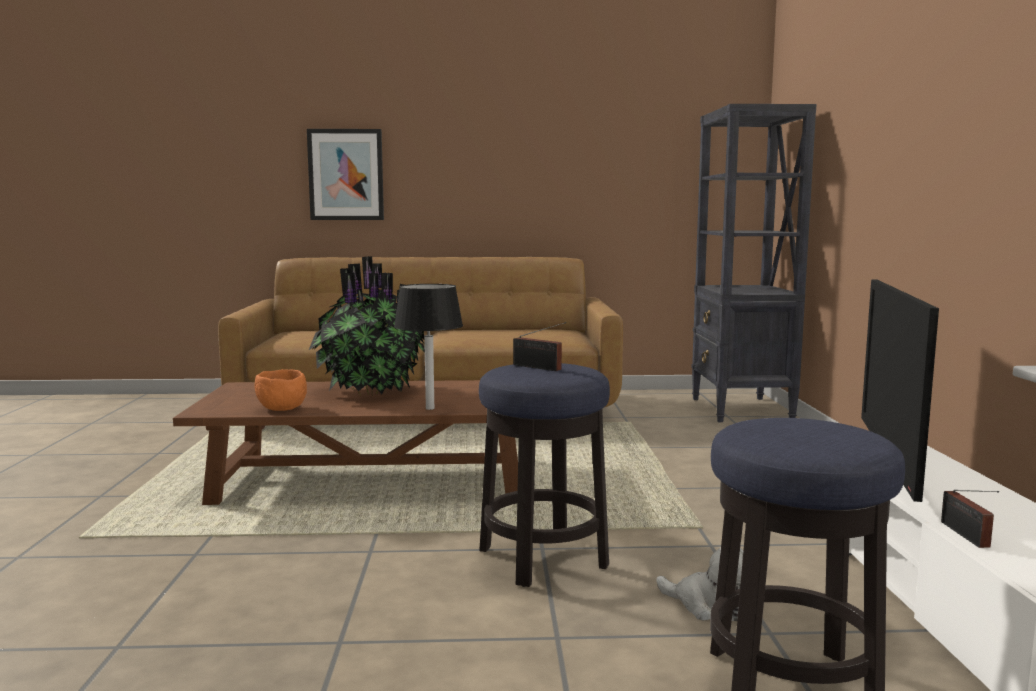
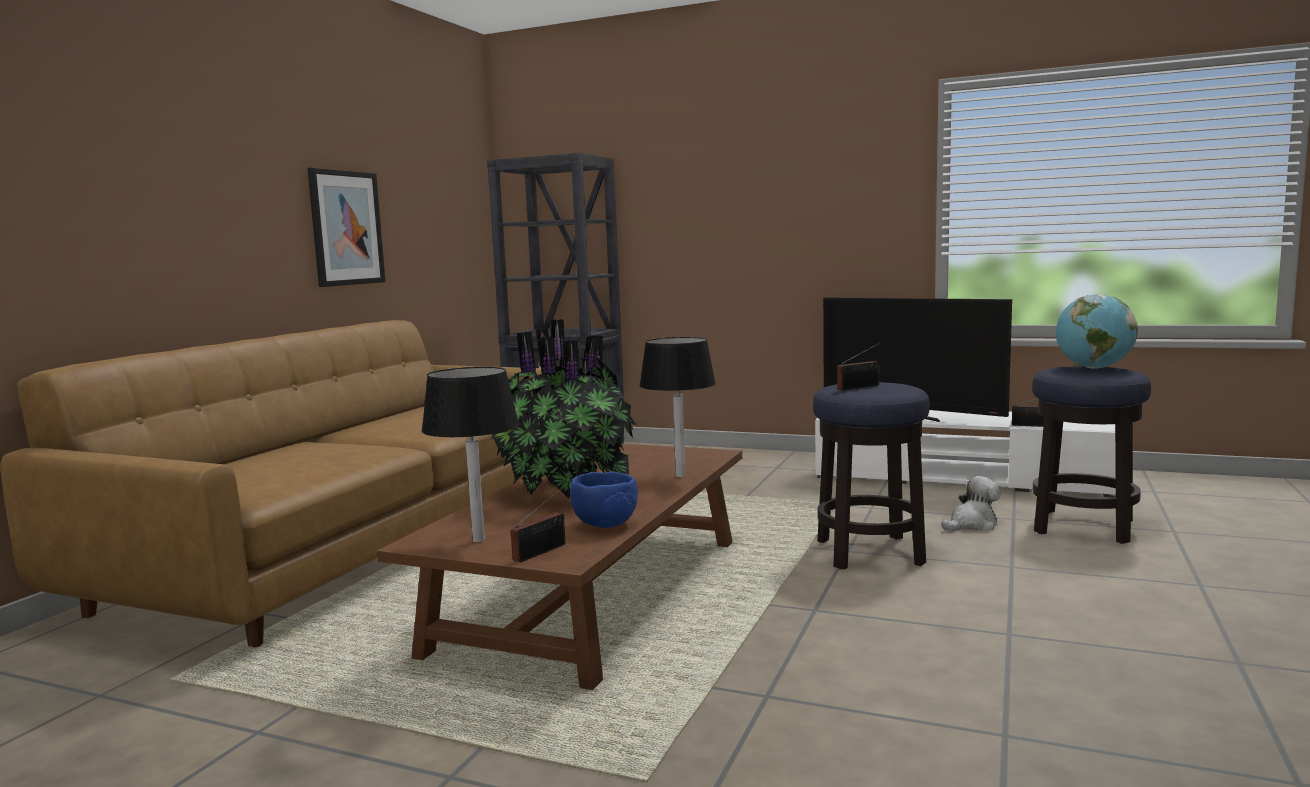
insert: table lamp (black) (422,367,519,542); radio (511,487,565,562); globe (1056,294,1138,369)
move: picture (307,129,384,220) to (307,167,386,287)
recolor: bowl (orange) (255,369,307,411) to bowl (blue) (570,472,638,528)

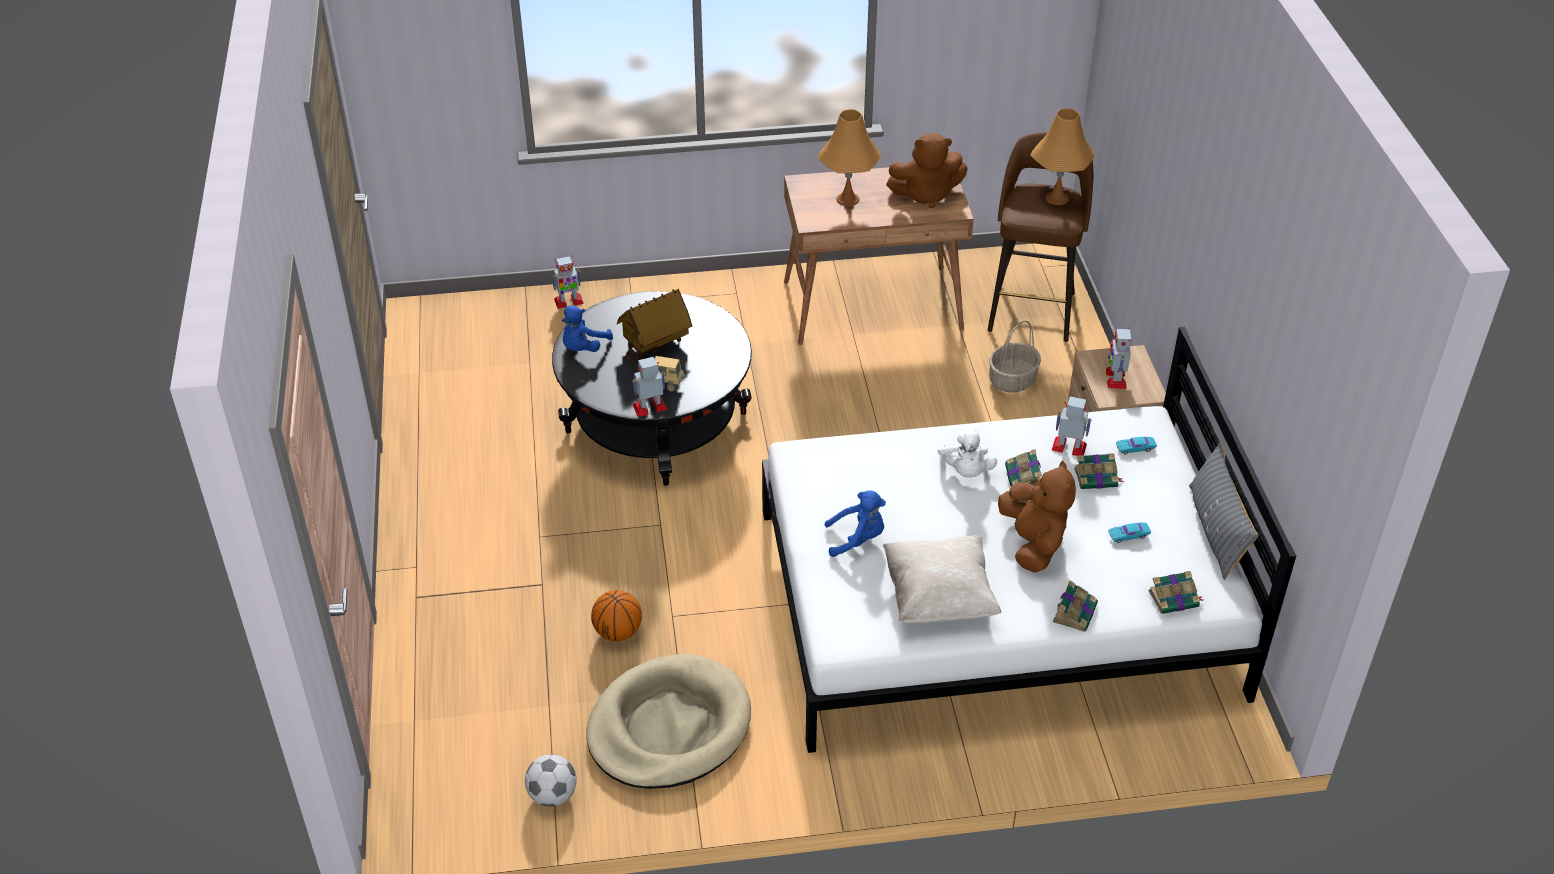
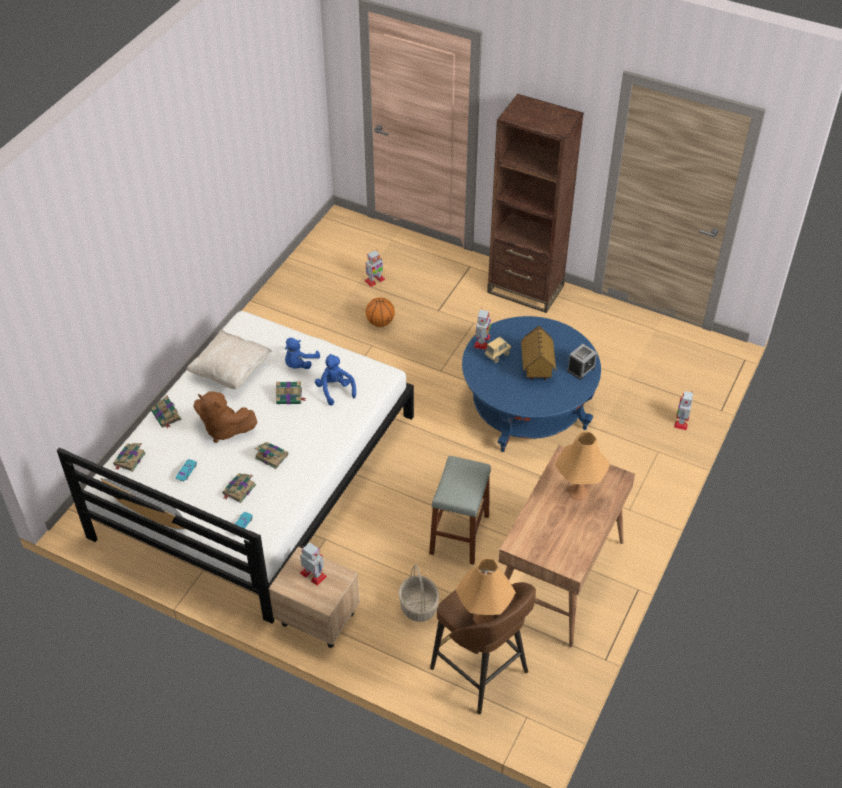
delete: football (525,754,577,807); dog bed (beige) (586,654,751,789); plush toy (brown) (886,133,968,209); plush toy (white) (938,429,997,478)
insert: book (276,381,306,404); stool (grey) (429,456,491,565); bookcase (brown) (487,94,584,313); alarm clock (567,344,597,380)
move: plush toy (blue) (562,305,613,352) to (315,354,356,406); toy robot (1052,396,1092,456) to (365,251,386,287)
recolor: coffee table (black) (552,291,752,486) to coffee table (blue) (462,316,601,452)

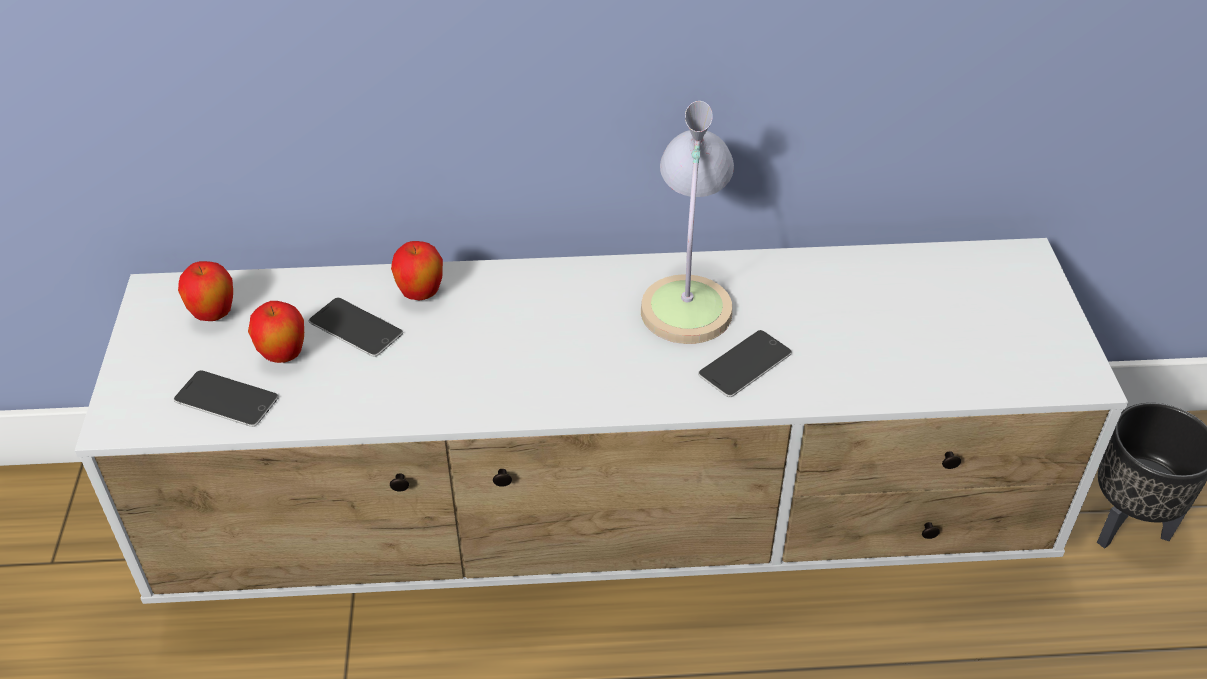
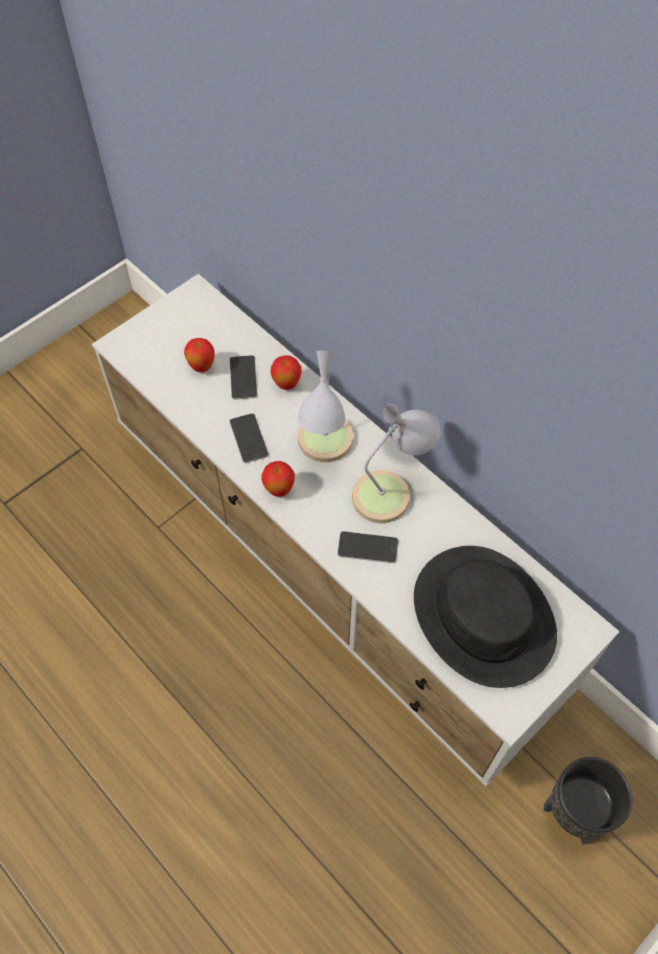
insert: table lamp (298,351,354,462); hat (black) (414,546,557,688)
move: phone (173,370,279,427) to (229,413,269,463); apple (178,261,233,321) to (262,461,295,497)

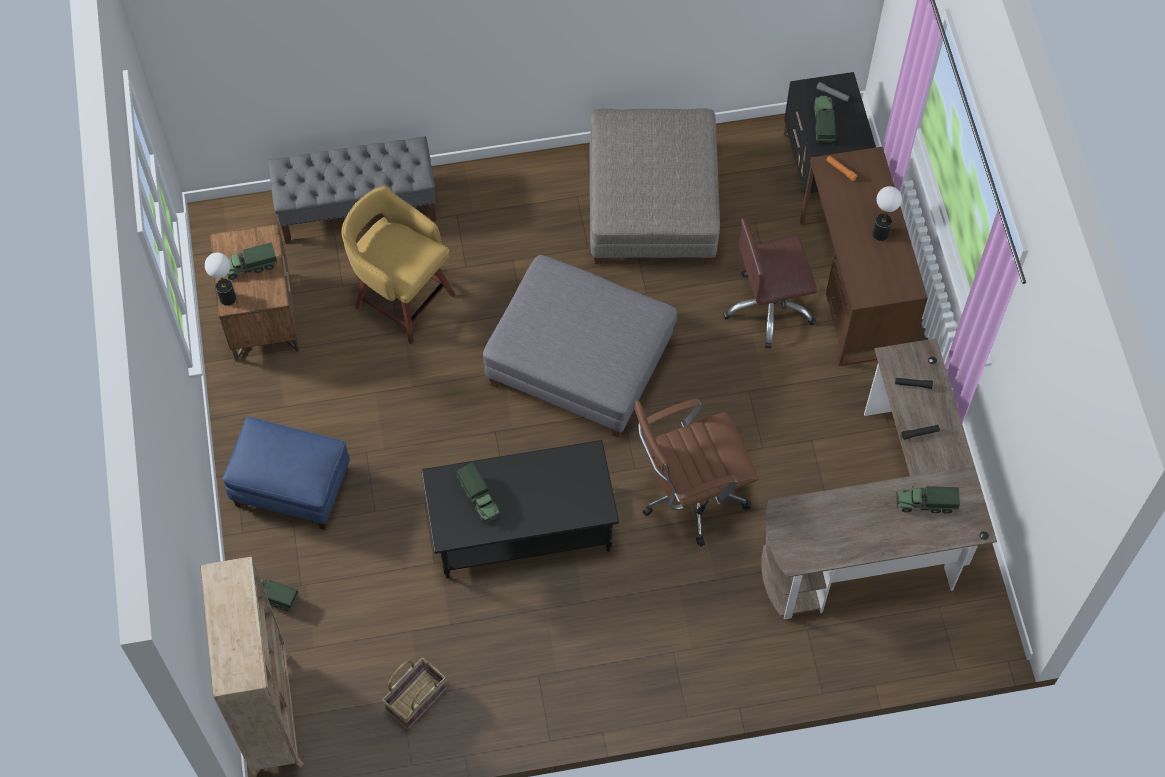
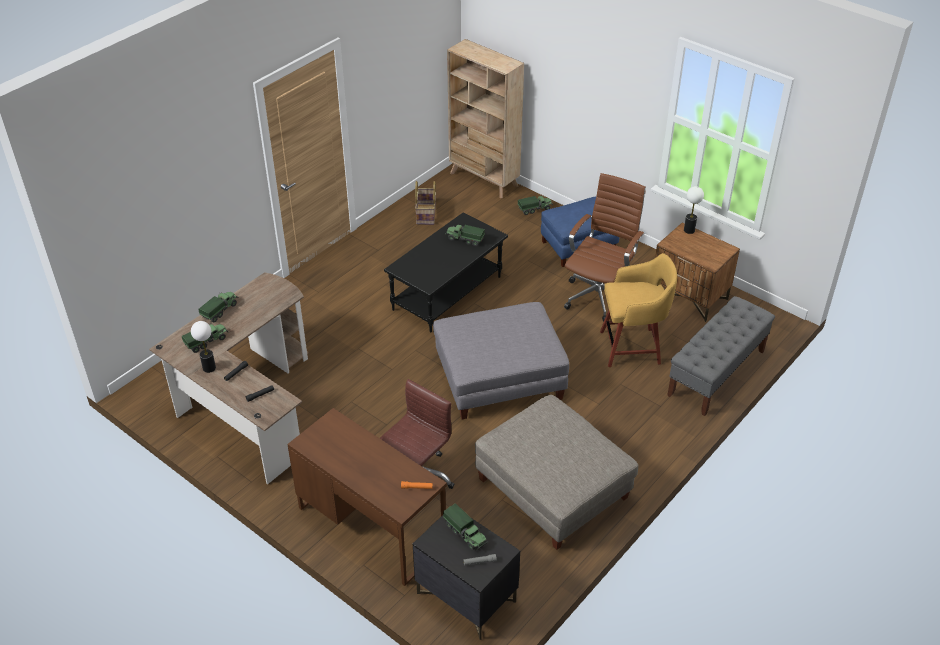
move: toy truck (227,242,277,280) to (199,292,238,323); office chair (brown) (634,398,758,547) to (564,173,646,322); table lamp (872,186,902,241) to (191,321,216,373)

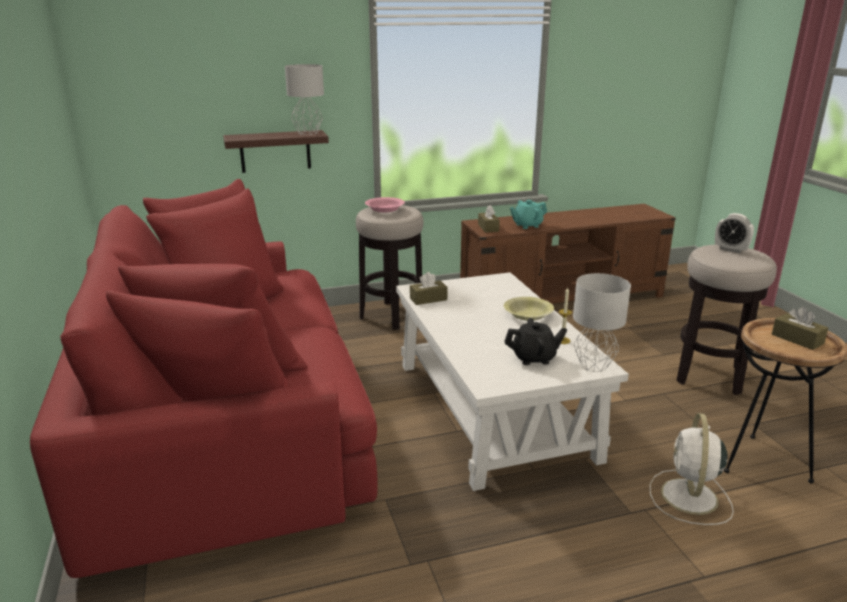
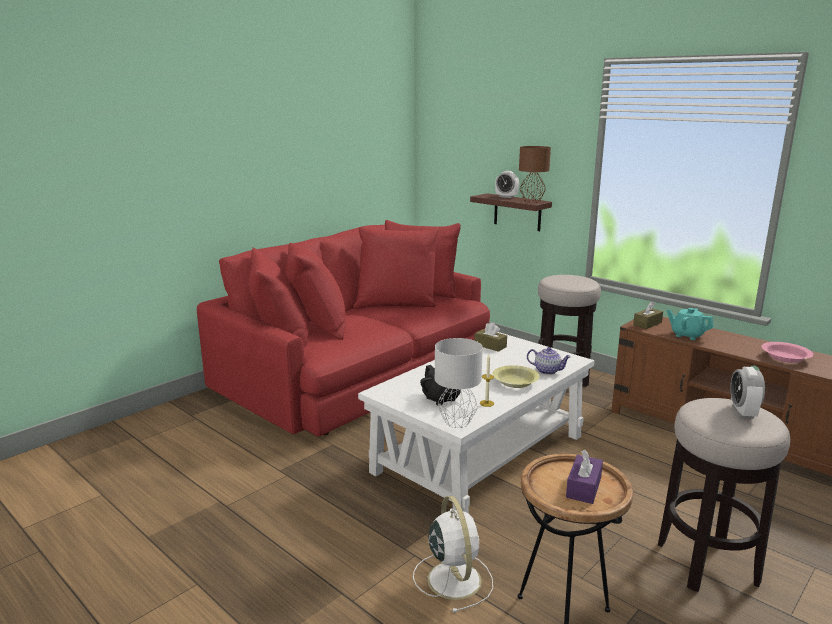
insert: alarm clock (495,171,519,198); teapot (527,347,571,375)
move: bowl (pink) (365,197,405,212) to (762,342,813,363)
recolor: table lamp (grey) (285,64,324,135) to table lamp (brown) (519,146,551,203); tissue box (brown) (772,307,828,350) to tissue box (purple) (566,450,603,504)
rotate: fan (white) (650,413,734,525) = (413,496,493,613) 90 degrees clockwise

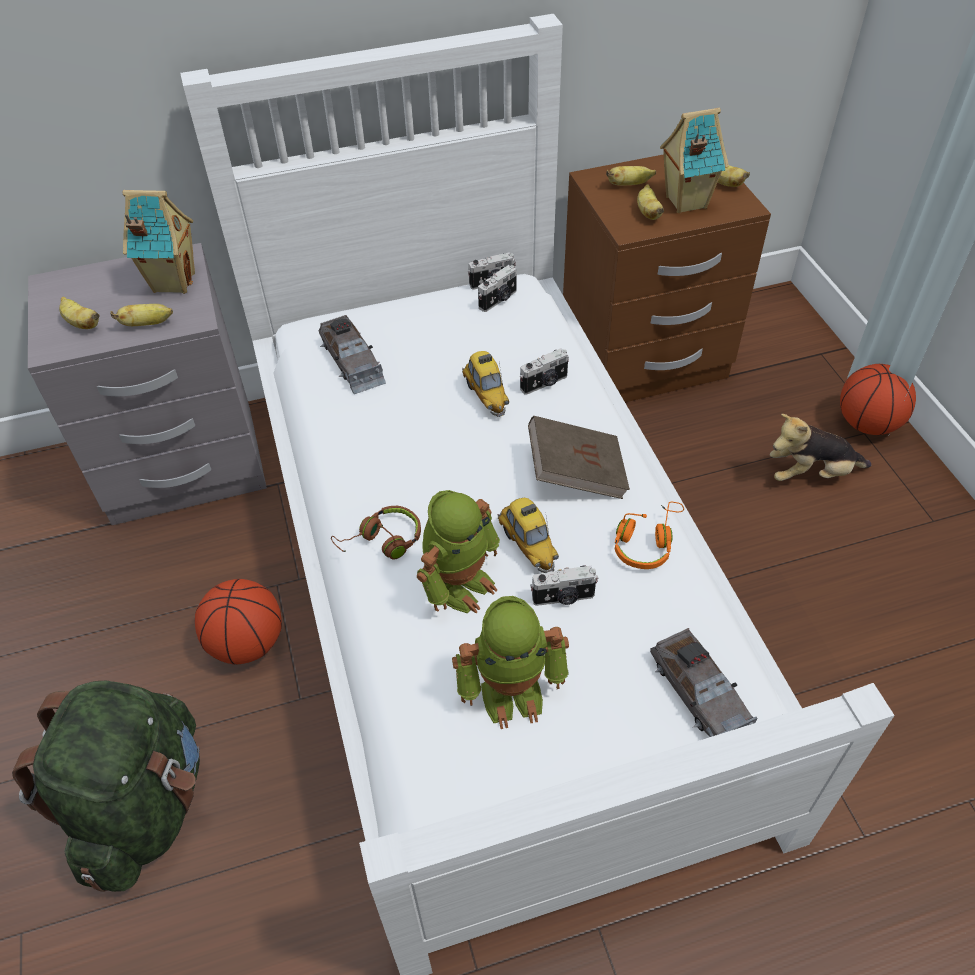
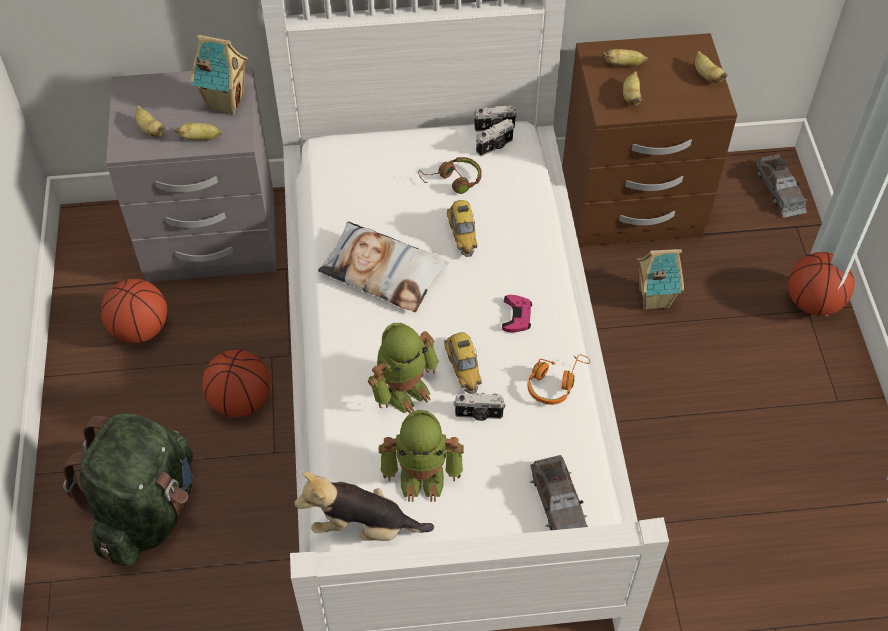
delete: photo camera (520,348,569,395)
insert: basketball (101,279,167,343); pillow (318,222,448,312)
move: toy car (grey) (318,315,386,394) to (756,154,807,218); headphones (brown) (331,506,421,559) to (418,157,482,194); toy house (660,108,729,213) to (636,249,684,310); plush toy (770,414,871,481) to (294,472,434,541)
replace: book (brown) (528,416,630,499) to game controller (pink) (502,295,532,332)

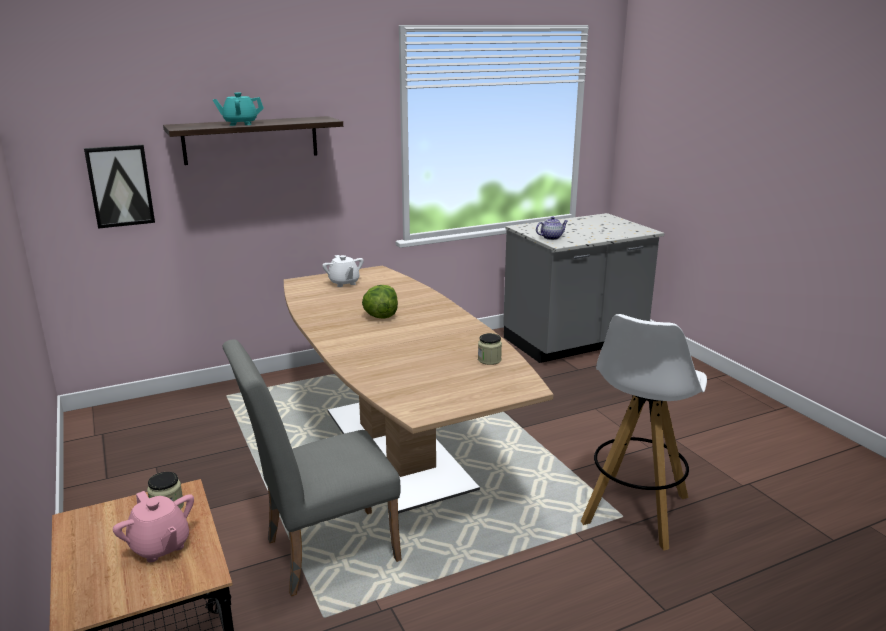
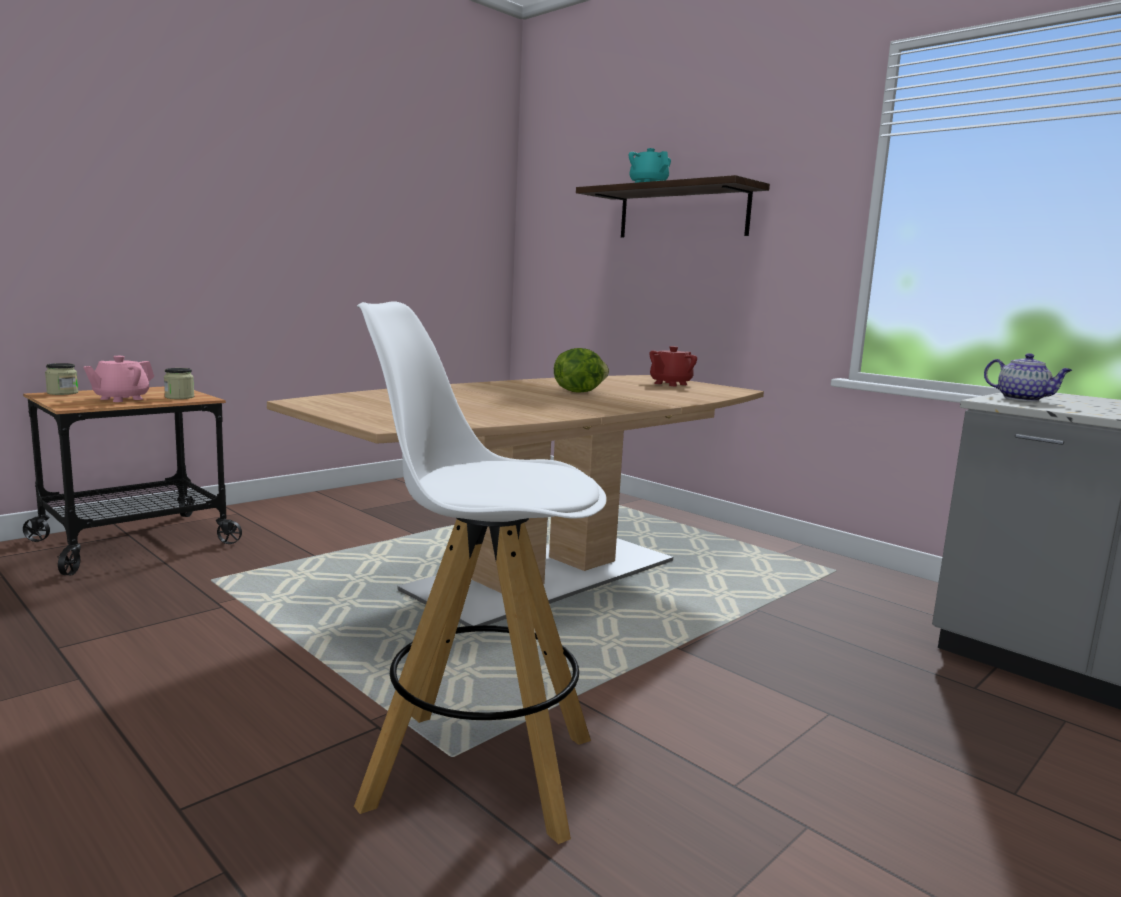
delete: picture (84,145,155,229); chair (grey) (222,339,401,596)
move: jar (478,333,502,365) to (45,363,78,395)
recolor: teapot (white) (322,255,364,287) to teapot (red) (649,346,697,386)

